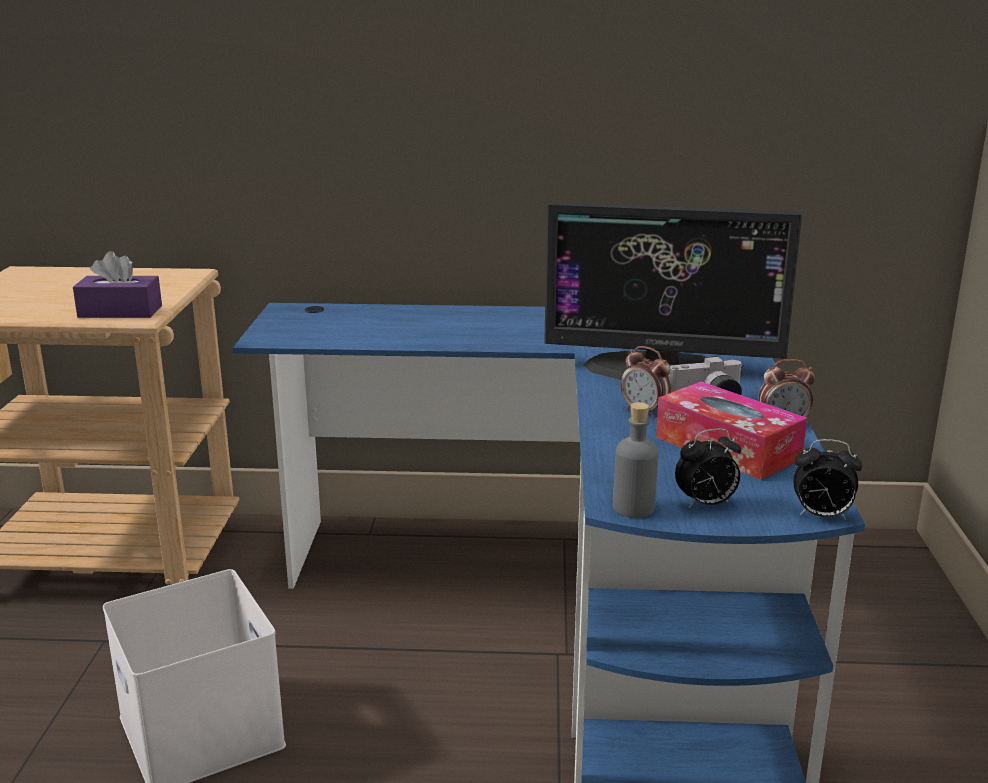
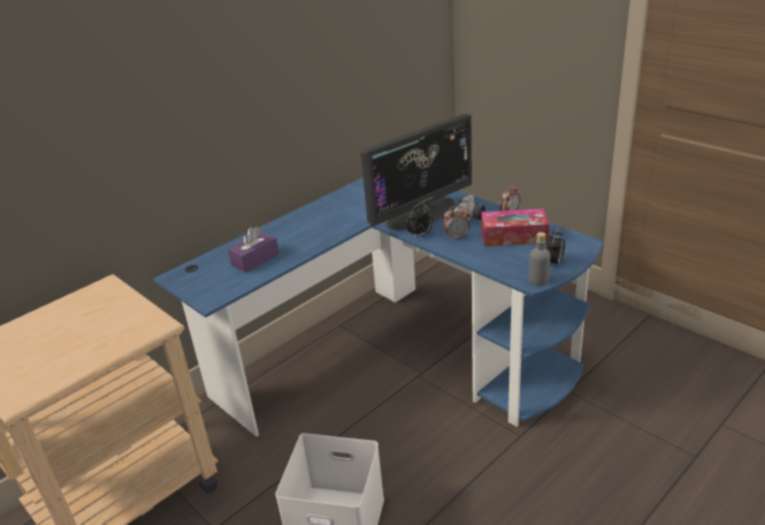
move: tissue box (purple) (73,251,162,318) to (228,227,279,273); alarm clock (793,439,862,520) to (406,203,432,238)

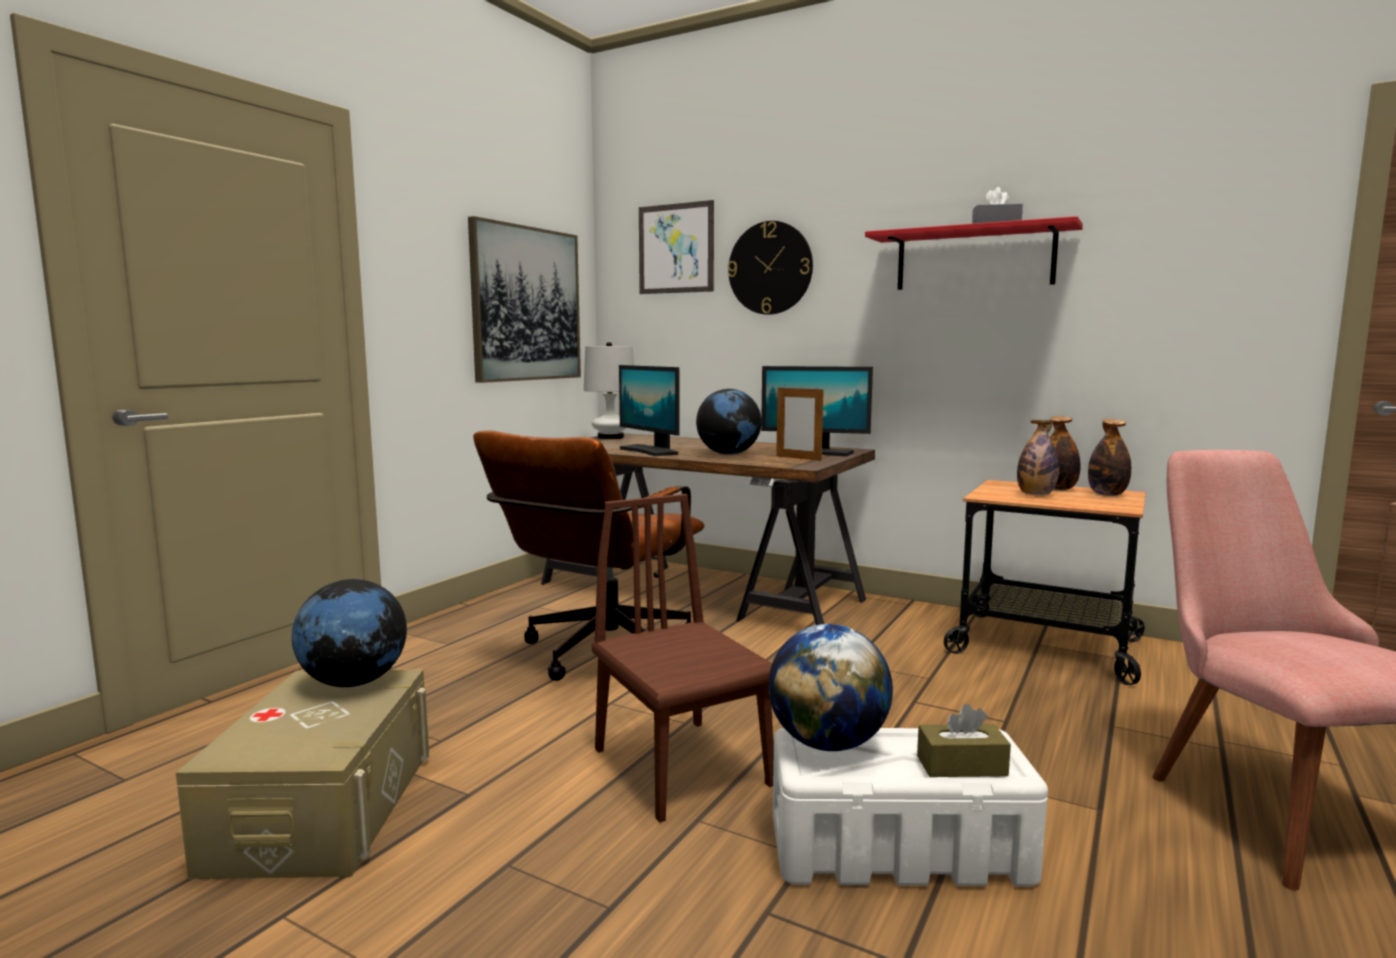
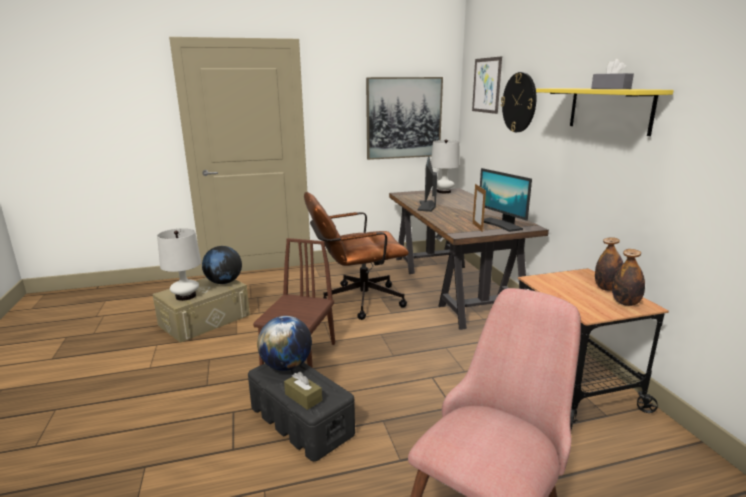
delete: globe (696,389,762,455); bottle (1017,420,1059,495)
insert: table lamp (white) (157,228,201,301)
recolor: storage box (white) (773,728,1048,887) to storage box (black) (248,362,355,461); shelf (red) (865,216,1083,290) to shelf (yellow) (536,88,674,136)

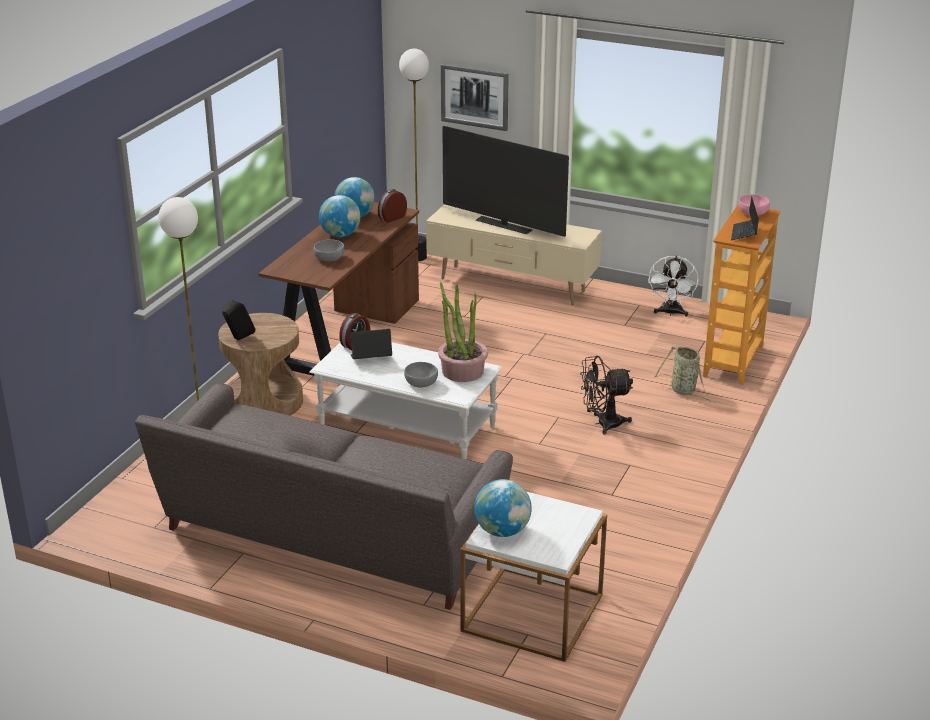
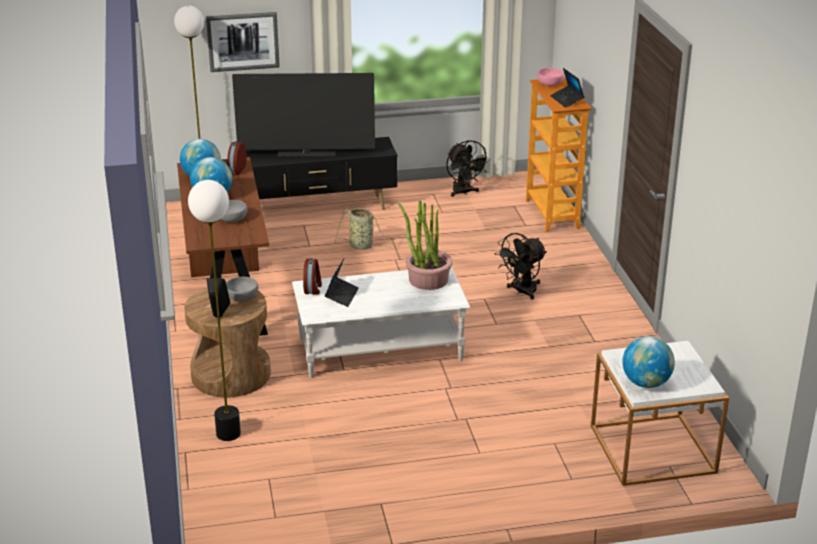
delete: sofa (grey) (135,383,513,610)
move: bowl (grey) (404,362,438,388) to (226,277,258,301); basket (654,346,715,403) to (335,208,396,250)
recolor: tv stand (beige) (426,204,602,305) to tv stand (black) (246,137,397,210); fan (white) (648,256,699,317) to fan (black) (446,140,490,197)
rotate: laptop (350,329,392,359) = (325,259,359,307) 150 degrees clockwise

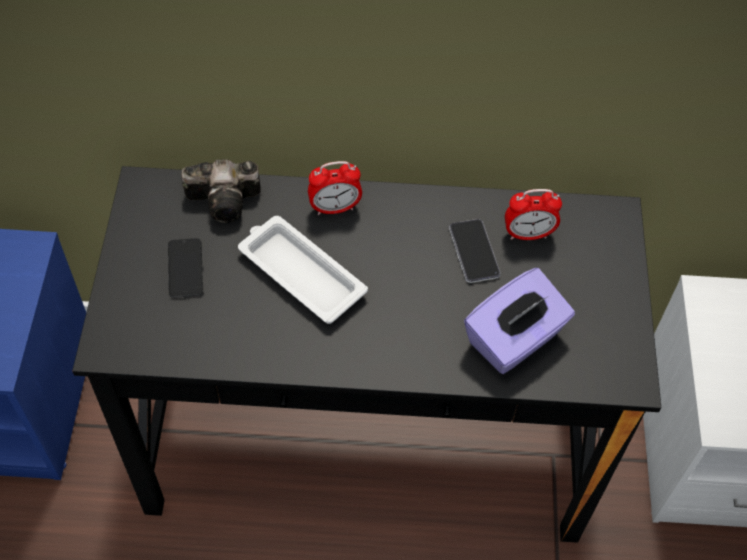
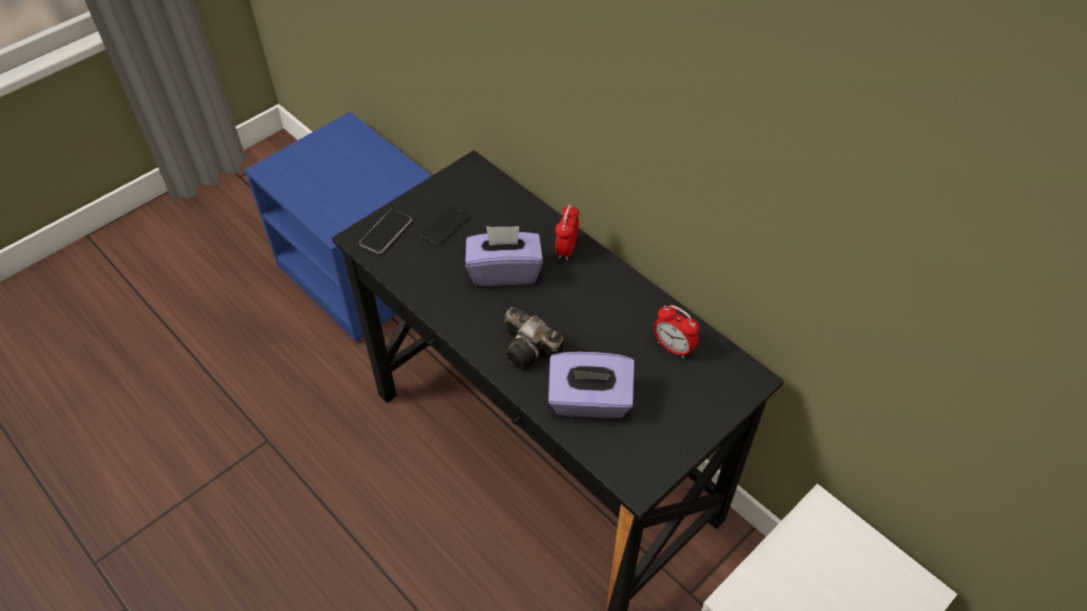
move: photo camera (181,159,261,223) to (504,307,563,369); phone (449,219,501,283) to (359,209,412,254)
replace: tray (white) (238,216,368,324) to tissue box (purple) (465,226,543,286)
rotate: alarm clock (308,161,362,215) = (555,204,580,260) 75 degrees clockwise

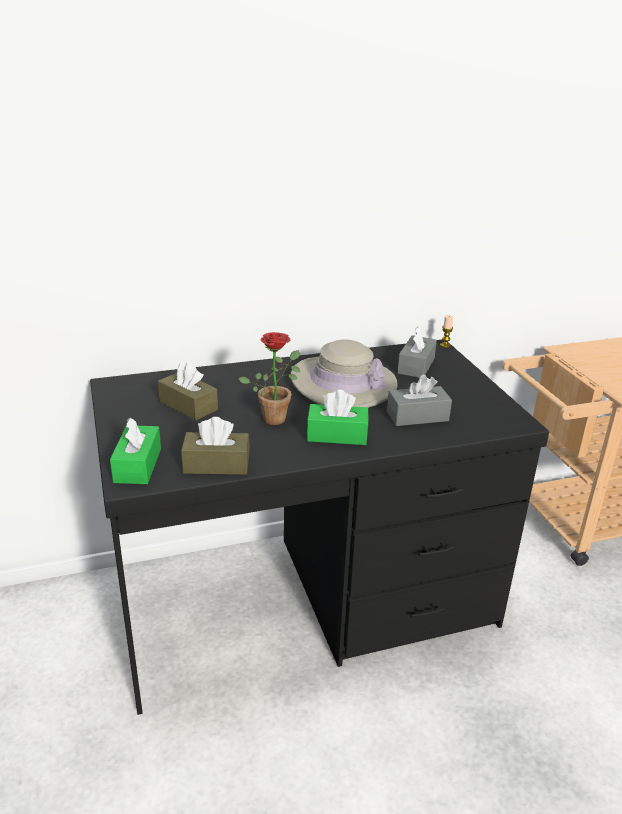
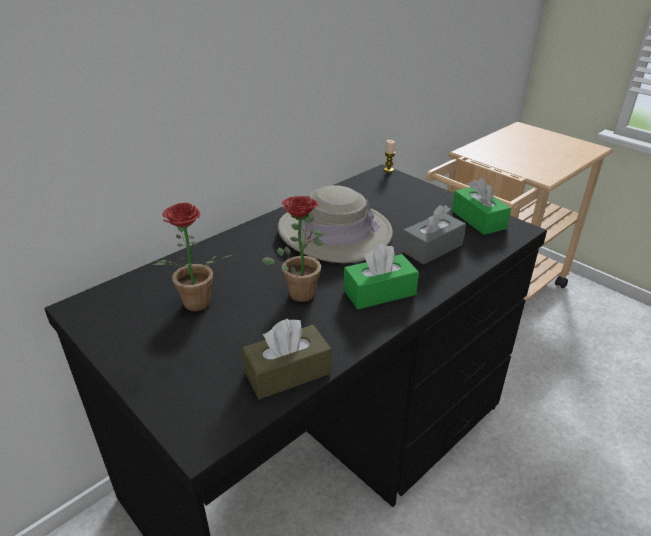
delete: tissue box (grey) (397,326,437,378)
move: tissue box (green) (110,418,161,484) to (452,178,511,235)
replace: tissue box (brown) (158,362,218,421) to potted plant (153,203,232,311)

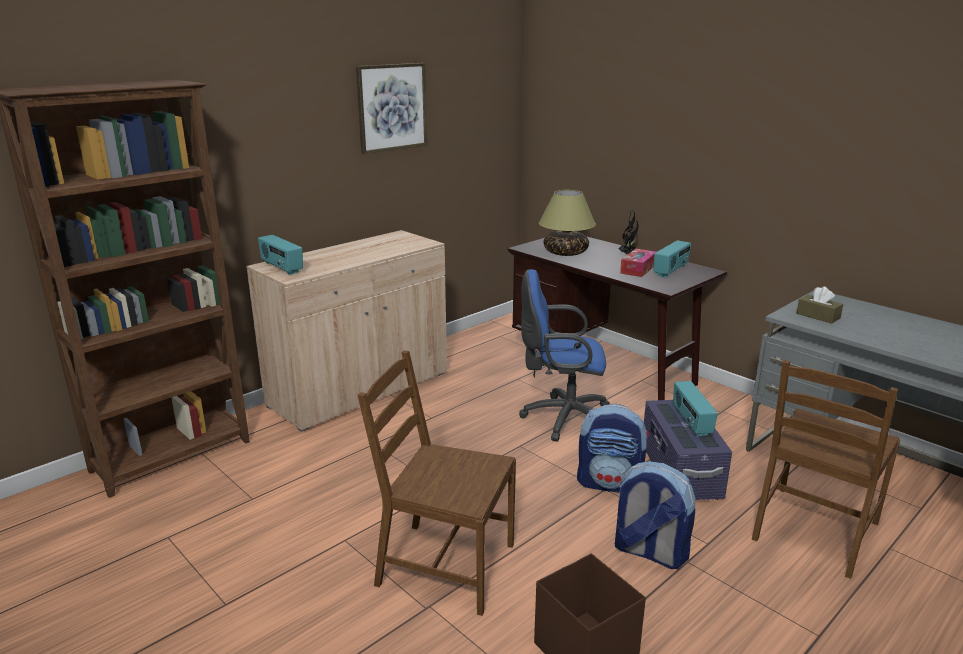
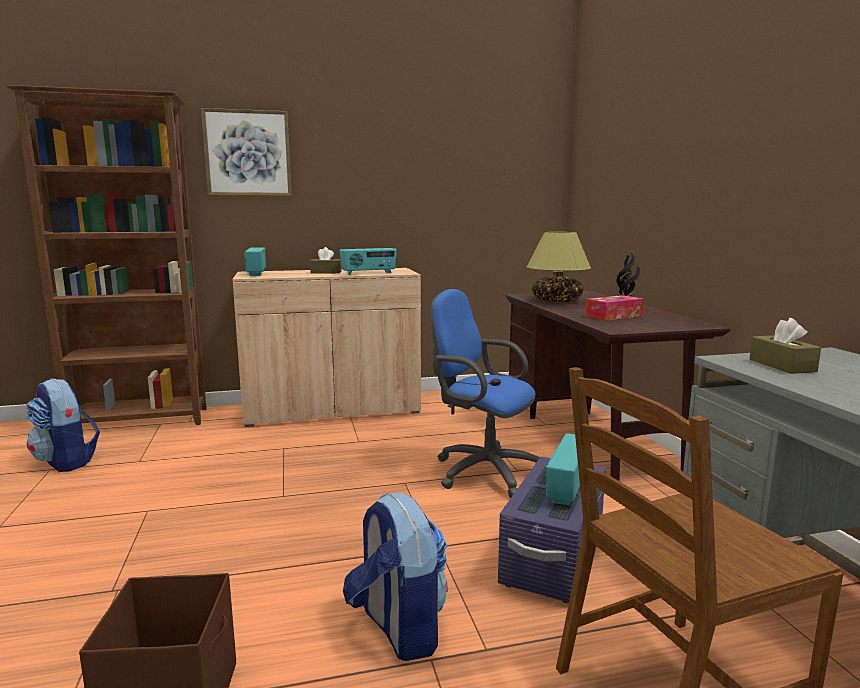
delete: chair (brown) (358,350,516,616)
insert: tissue box (brown) (310,247,342,274)
move: picture (356,63,428,154) to (201,108,292,196); backpack (577,404,649,493) to (26,379,100,473); radio (654,240,691,278) to (340,248,397,275)

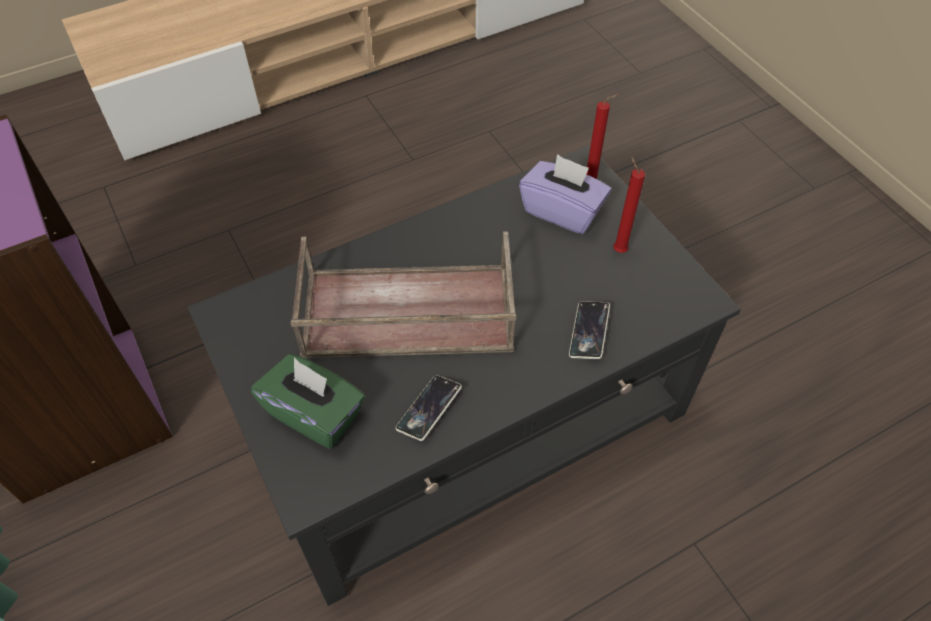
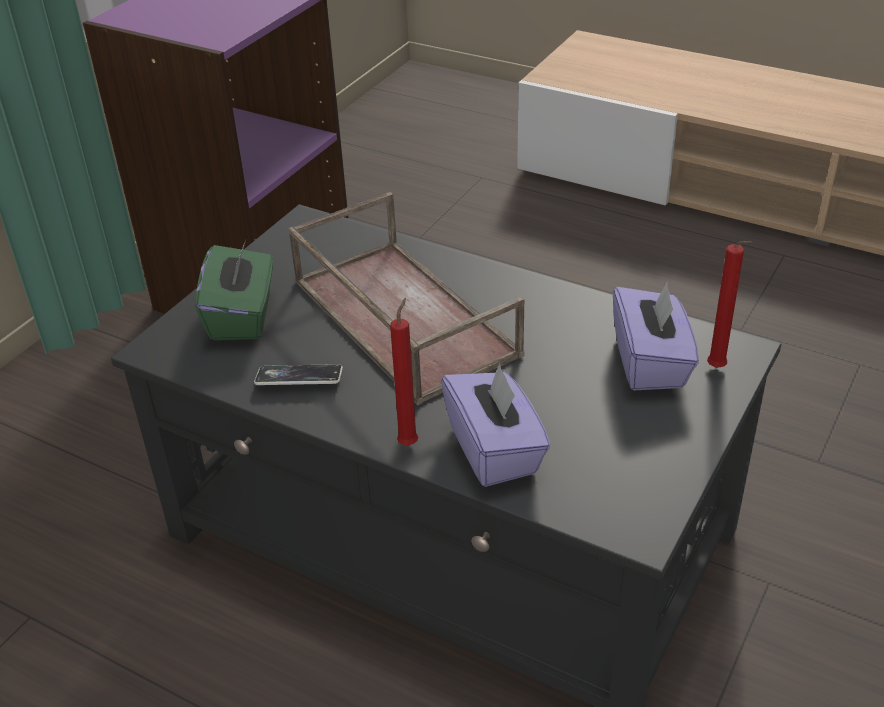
move: candle (red) (613,156,645,253) to (390,298,418,445)
replace: phone (569,301,610,359) to tissue box (purple) (441,363,550,487)

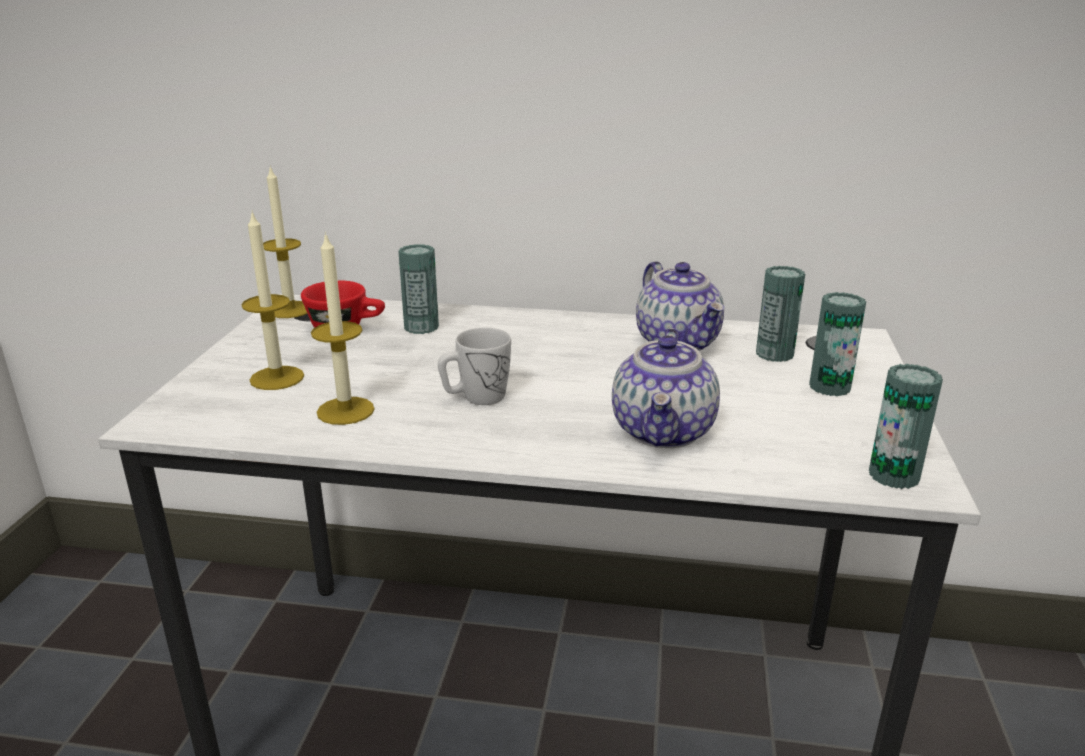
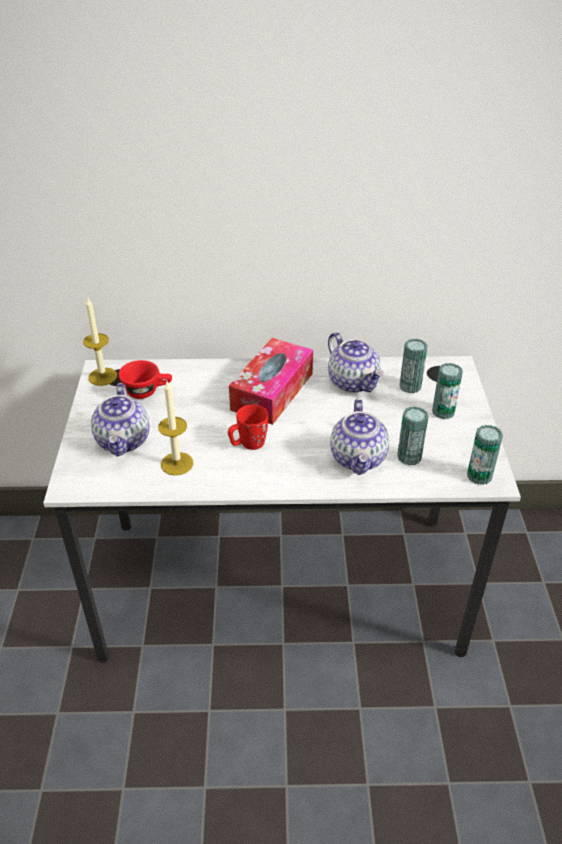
insert: tissue box (229,338,313,425)
move: can (398,244,439,334) to (397,406,429,465)
replace: candle (241,212,304,390) to teapot (91,383,150,457)
recolor: mug (white) (438,328,511,405) to mug (red) (228,404,268,450)

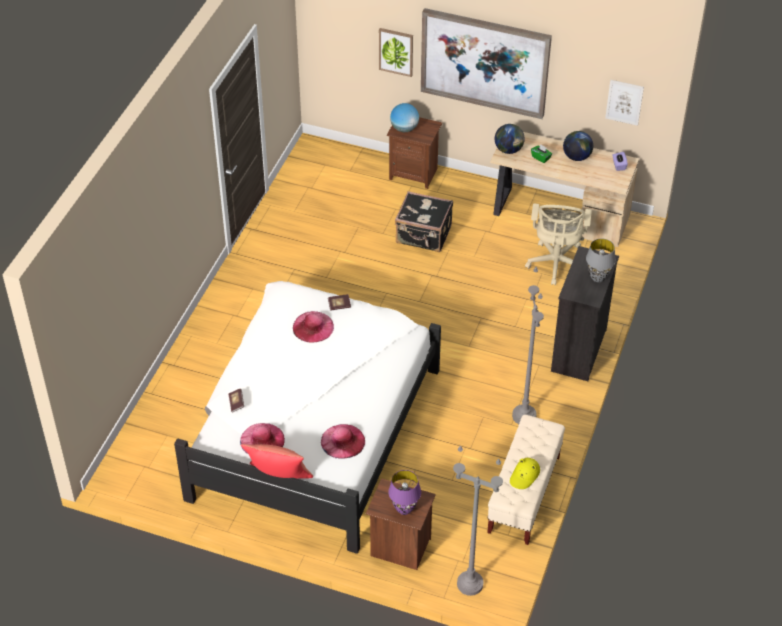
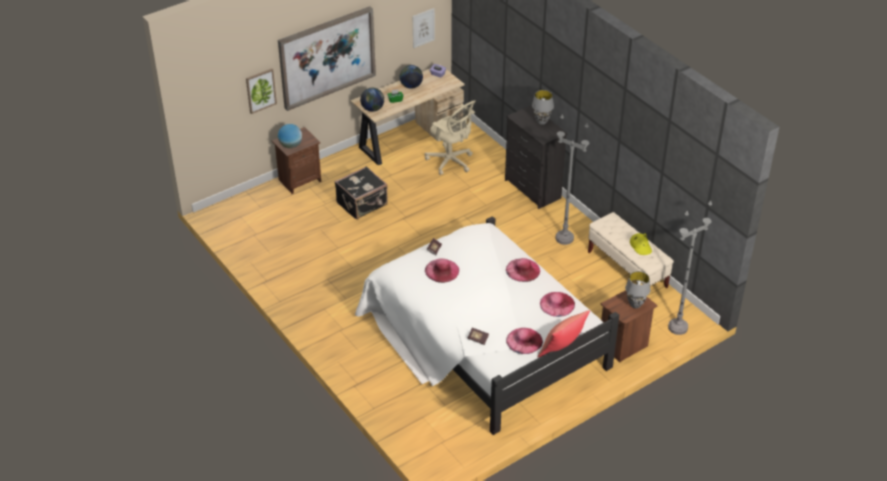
insert: hat (pink) (506,258,540,282)
recolor: table lamp (purple) (388,470,421,515) to table lamp (grey) (625,271,650,308)

